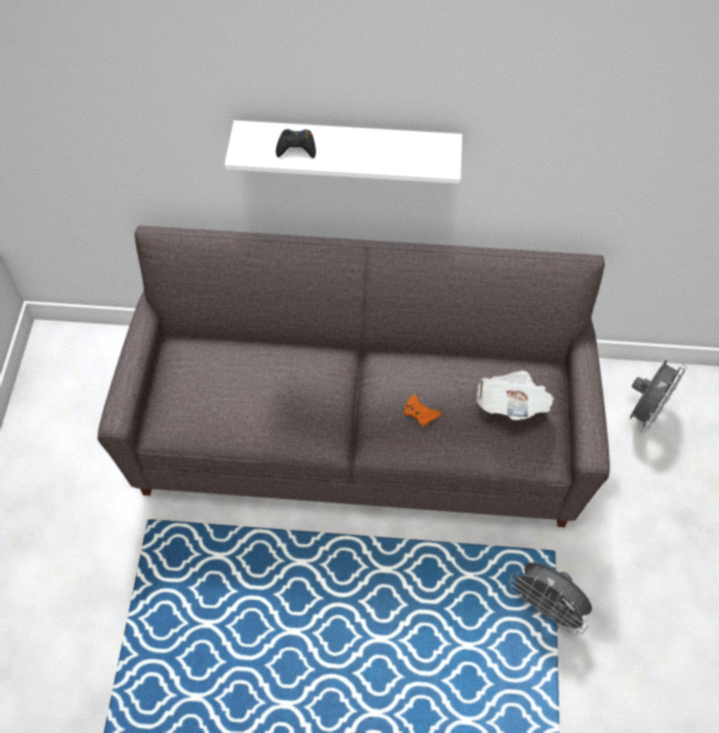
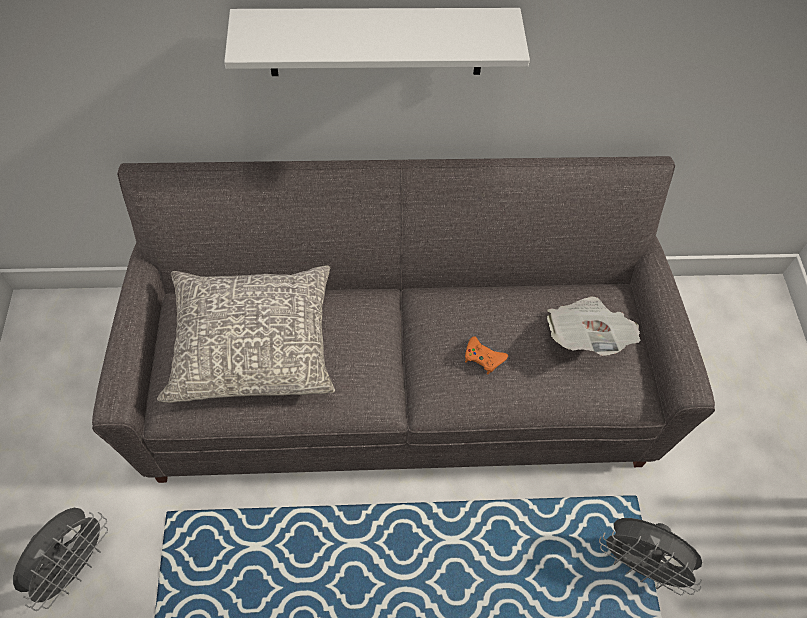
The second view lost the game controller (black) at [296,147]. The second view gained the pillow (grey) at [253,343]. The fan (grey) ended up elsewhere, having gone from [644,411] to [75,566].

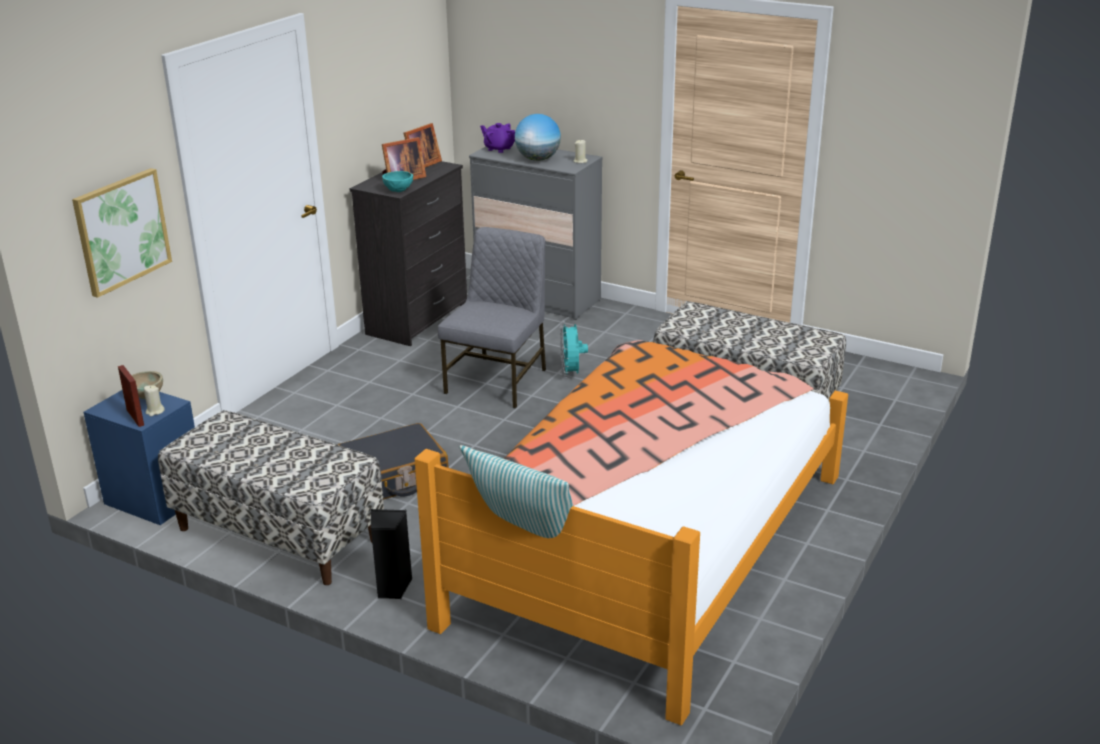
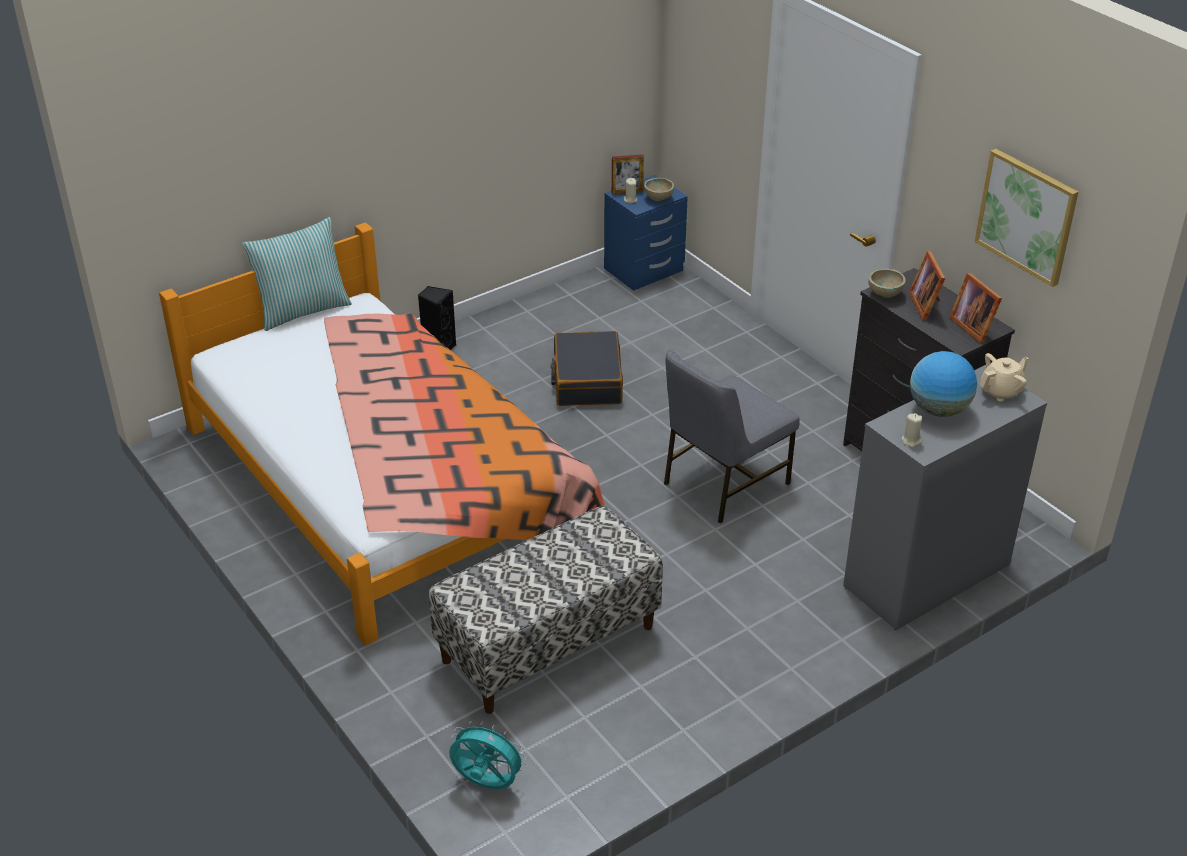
The second view lost the bench at [277,535]. The picture ended up elsewhere, having gone from [121,231] to [1027,216]. The fan (turquoise) ended up elsewhere, having gone from [571,374] to [486,784]. What was the bowl (turquoise) at [398,191] turned into the bowl (beige) at [884,294]. What was the teapot (purple) at [499,149] turned into the teapot (beige) at [1001,391]. The chair (grey) at [498,381] ended up facing another way, 90 degrees clockwise from before.

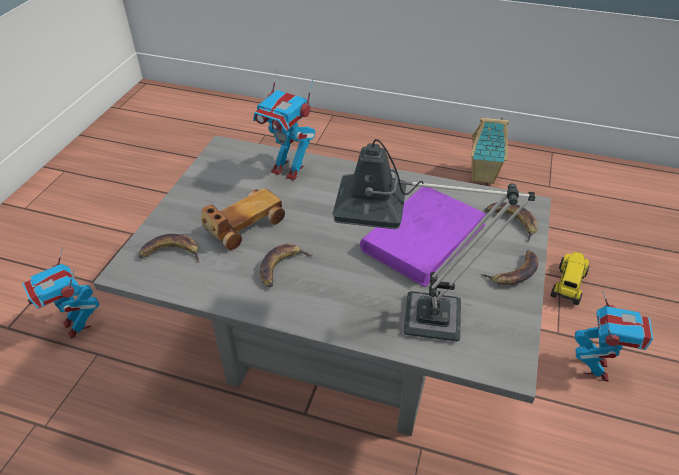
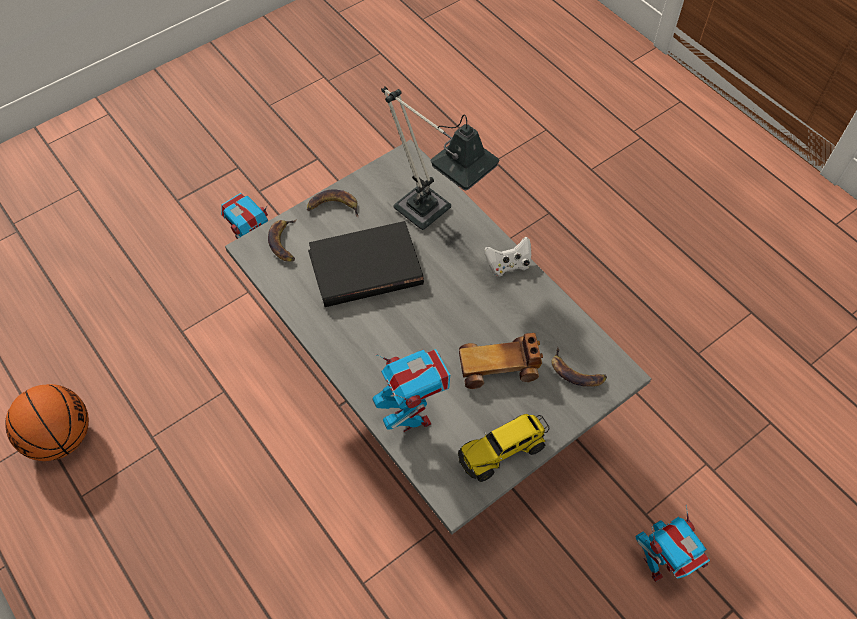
The second view lost the banana at [281,267]. The second view lost the toy house at [483,176]. The second view gained the basketball at [61,437]. The second view gained the game controller (white) at [508,265]. The toy truck ended up elsewhere, having gone from [568,285] to [503,450]. What was the book (purple) at [423,238] turned into the book (black) at [365,268]. The toy robot at [77,326] ended up facing another way, 60 degrees clockwise from before.

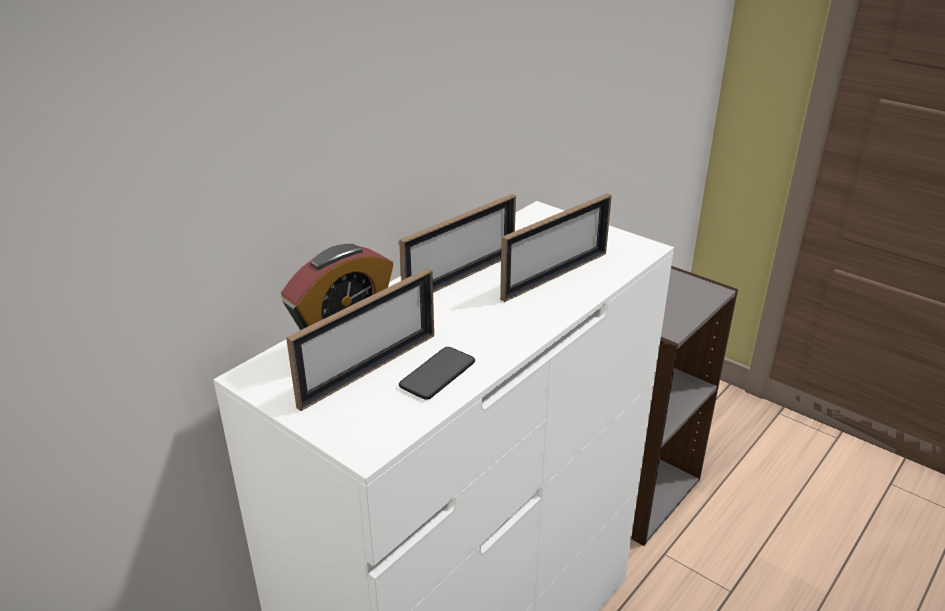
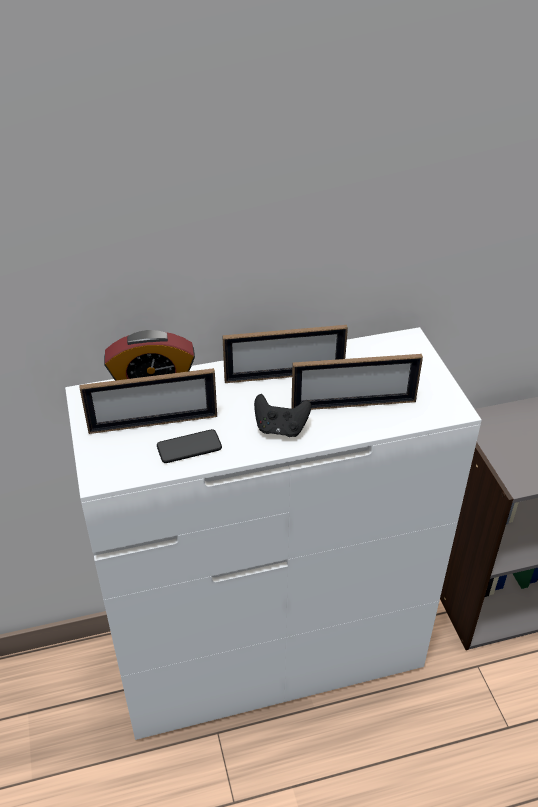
The second view gained the game controller (black) at [280,429].

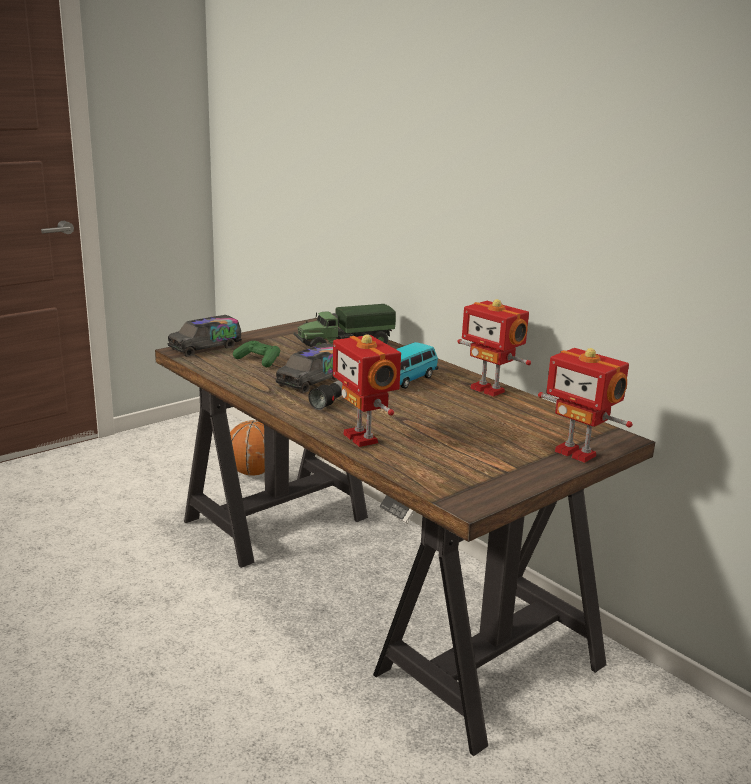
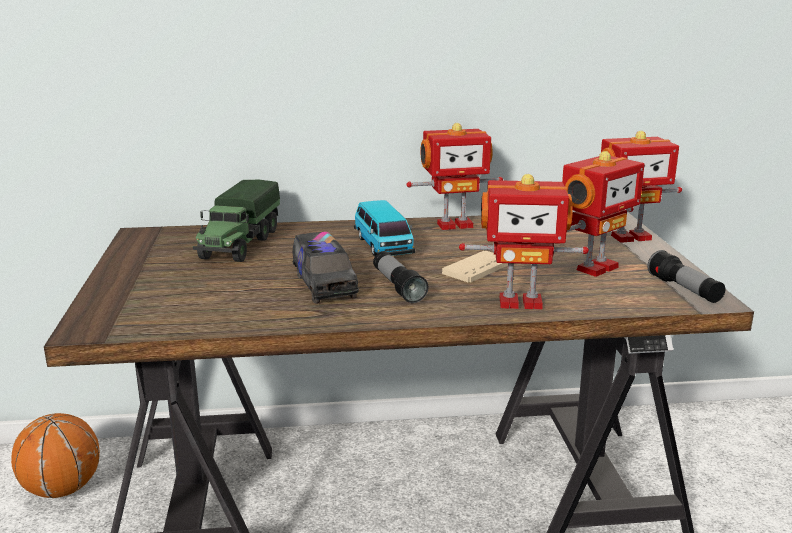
The second view lost the toy truck at [205,347]. The second view lost the game controller (green) at [258,360]. The second view gained the game controller (beige) at [477,268]. The second view gained the toy robot at [594,268]. The second view gained the flashlight at [684,290].

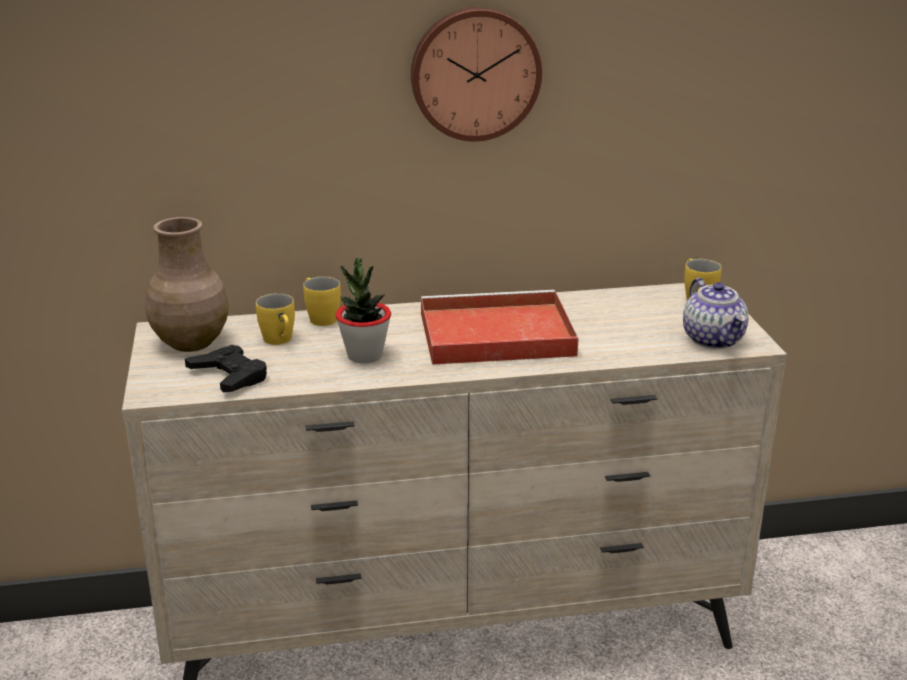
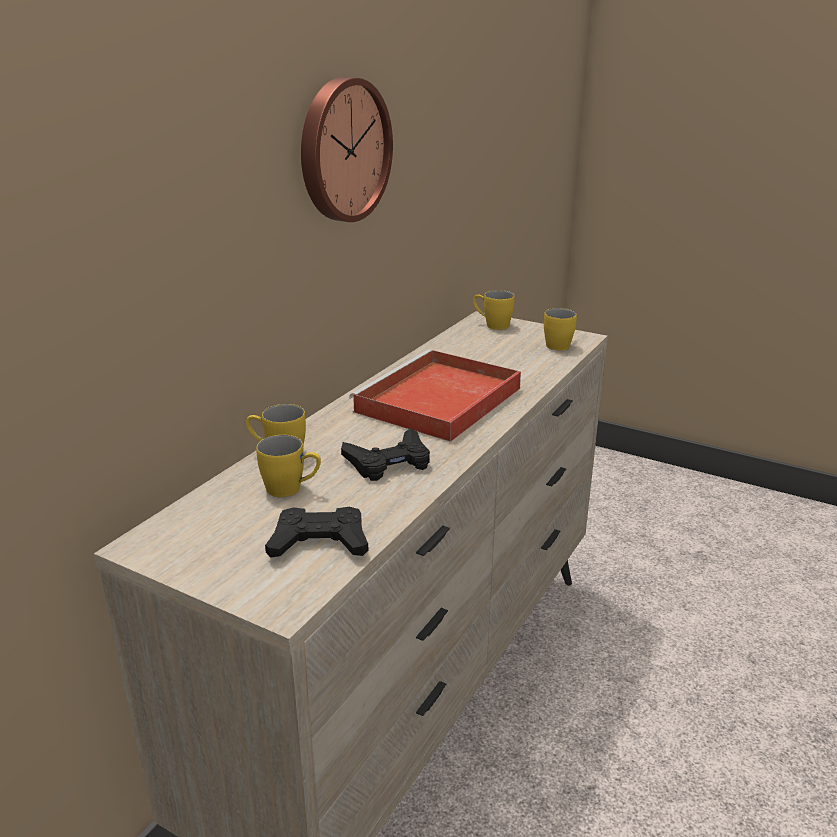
The second view lost the vase (brown) at [190,343]. Where the potted plant stood at [364,356], the game controller (black) came to stand at [389,462]. Where the teapot stood at [714,339], the mug (yellow) came to stand at [559,344].

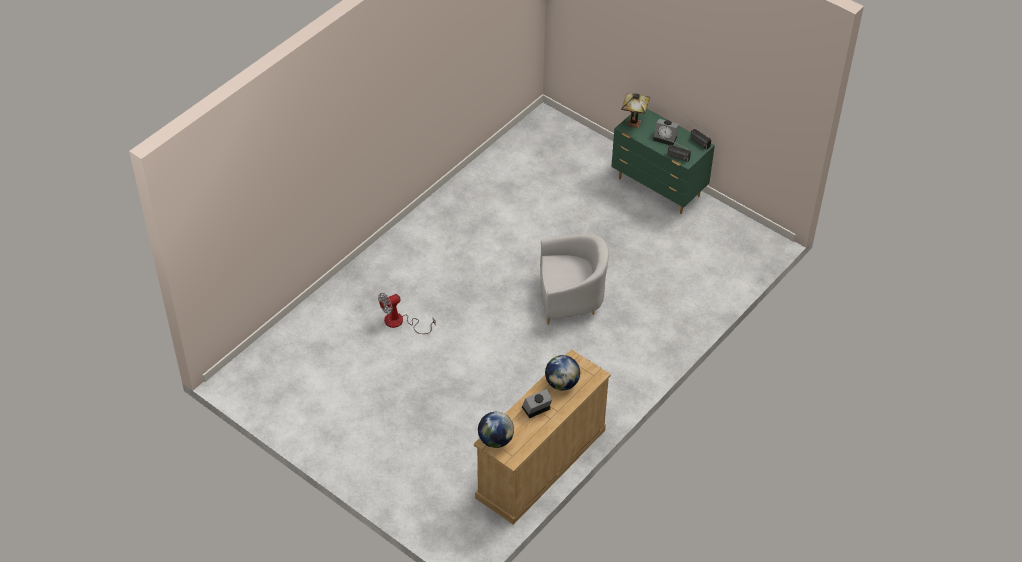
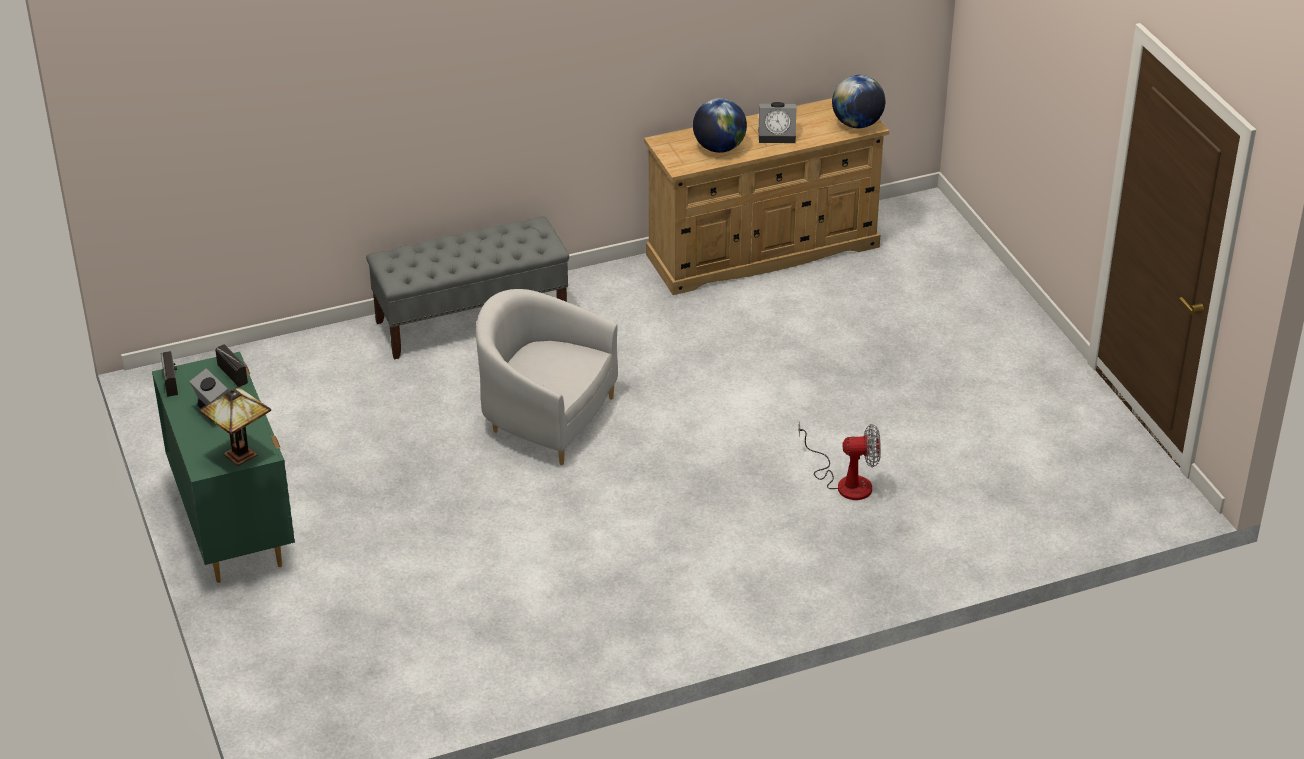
The second view gained the bench (grey) at [472,320].

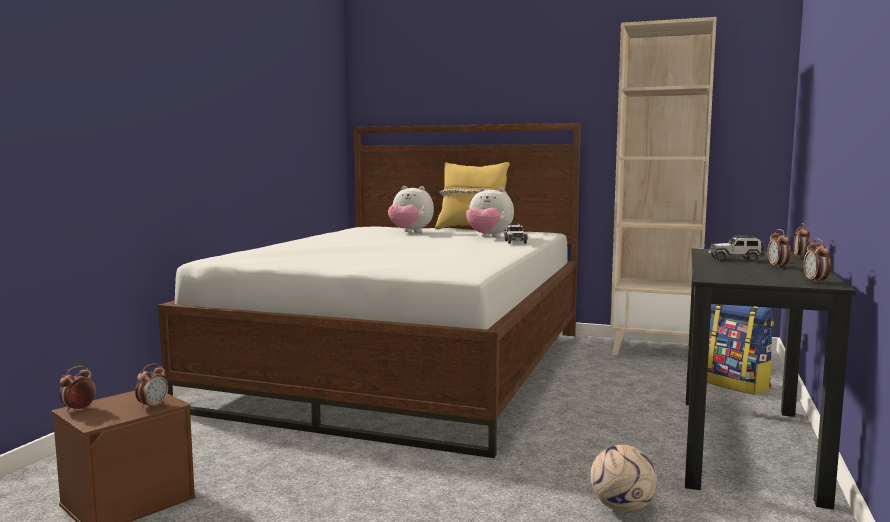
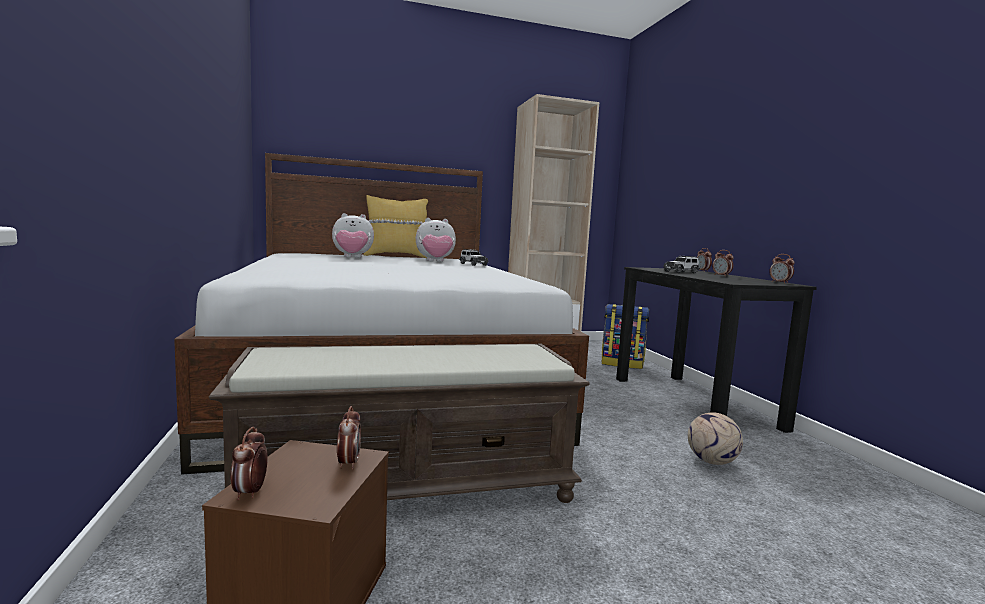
The second view gained the bench (brown) at [409,489].

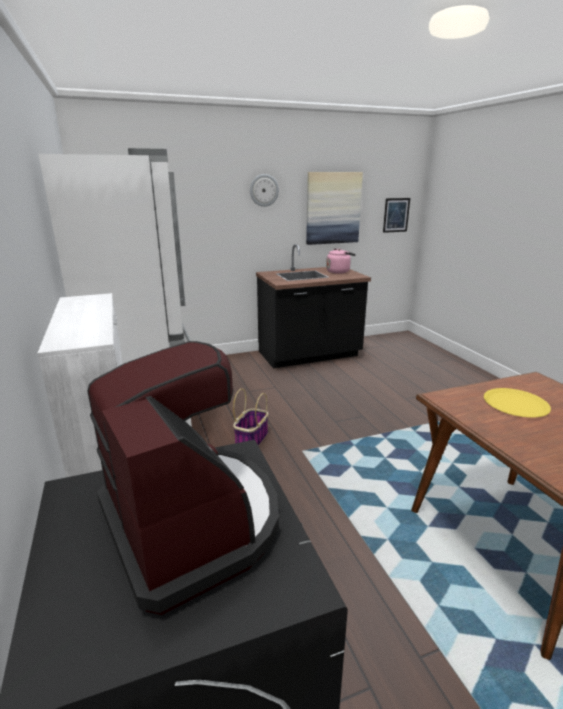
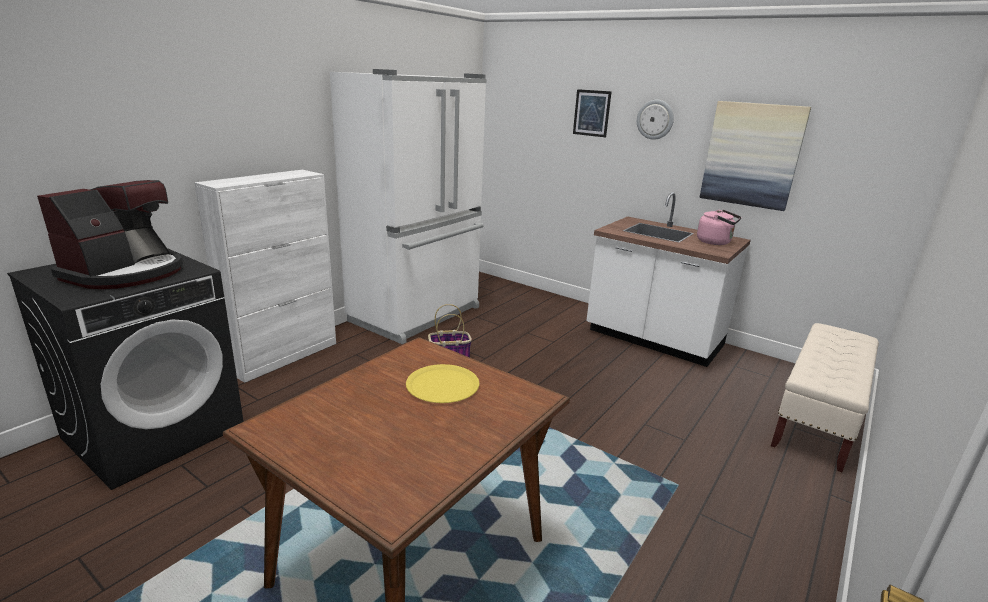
The second view gained the bench (beige) at [817,420]. The picture ended up elsewhere, having gone from [396,215] to [591,113]. What was the counter (black) at [309,355] turned into the counter (white) at [653,339].

